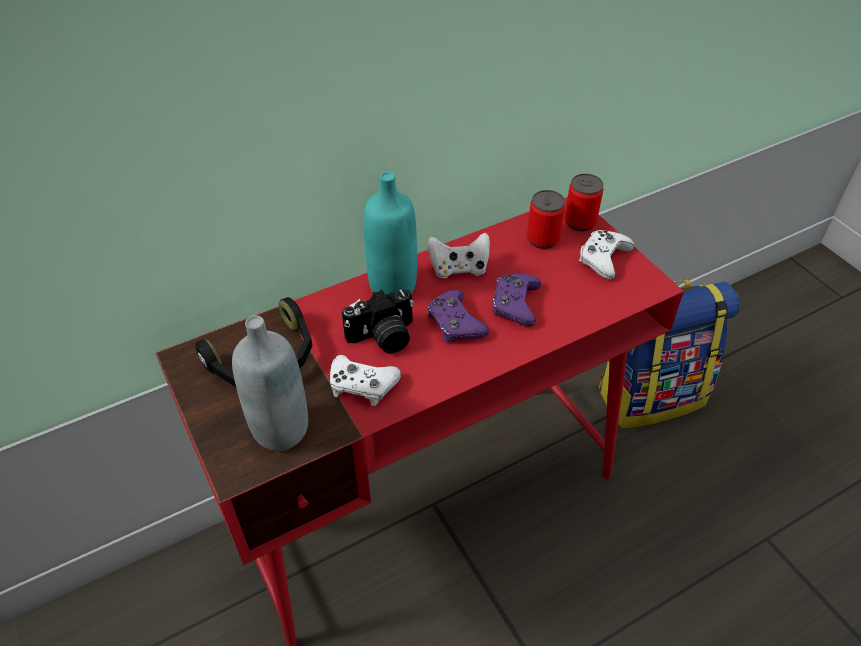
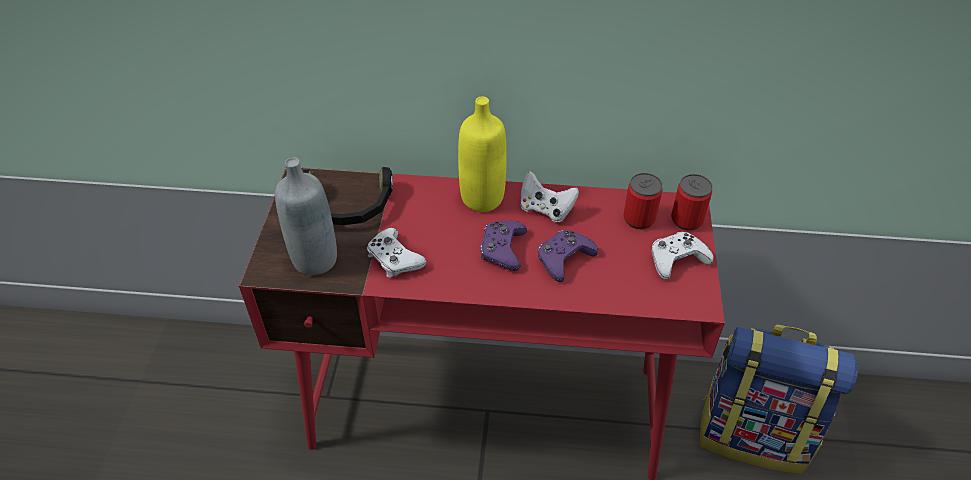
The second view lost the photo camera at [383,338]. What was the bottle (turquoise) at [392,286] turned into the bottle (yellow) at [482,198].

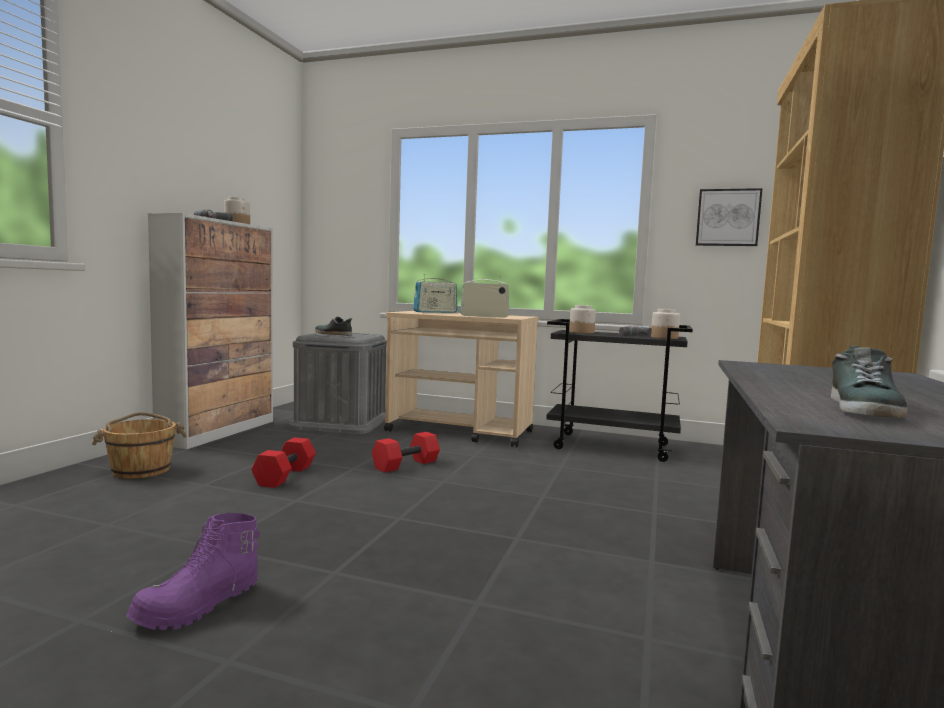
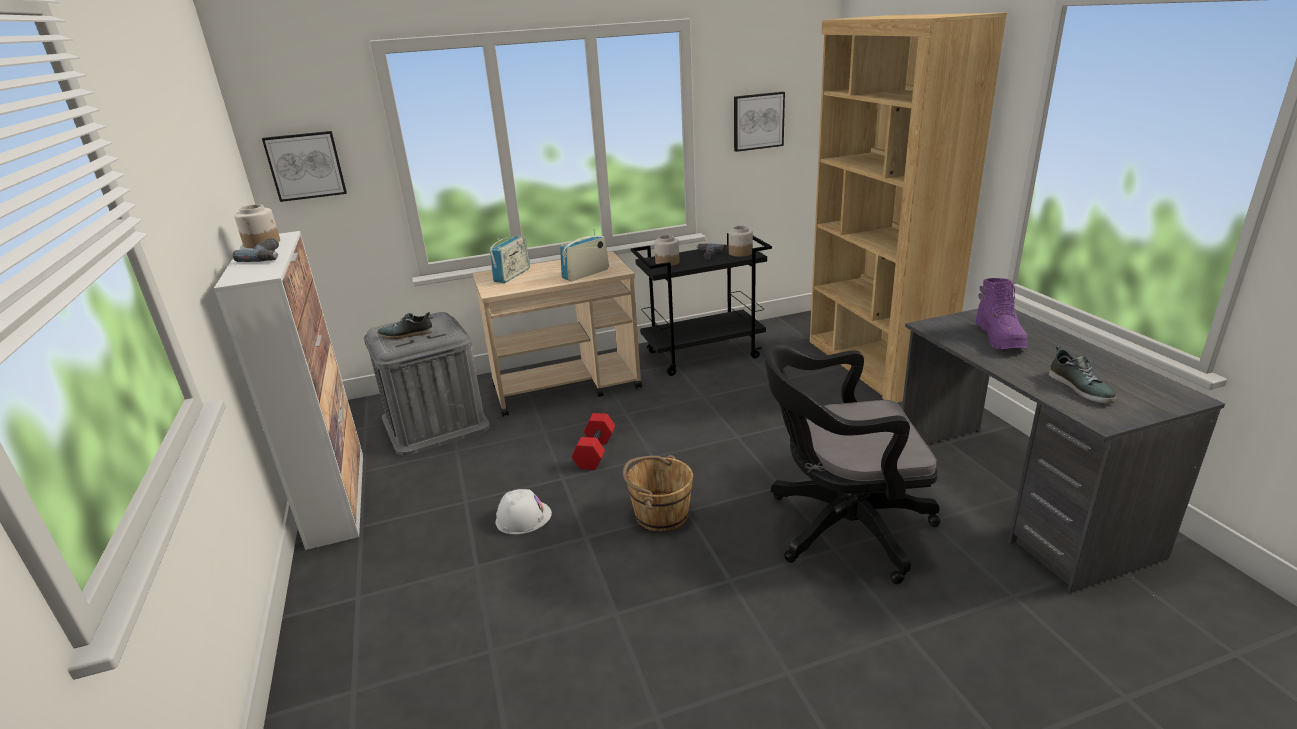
The second view gained the picture at [306,166]. The second view gained the office chair (black) at [840,528]. The bucket (brown) ended up elsewhere, having gone from [141,470] to [660,514]. The boot (purple) ended up elsewhere, having gone from [199,607] to [1000,338]. Where the dumbbell (red) stood at [284,475], the hard hat (white) came to stand at [523,517].

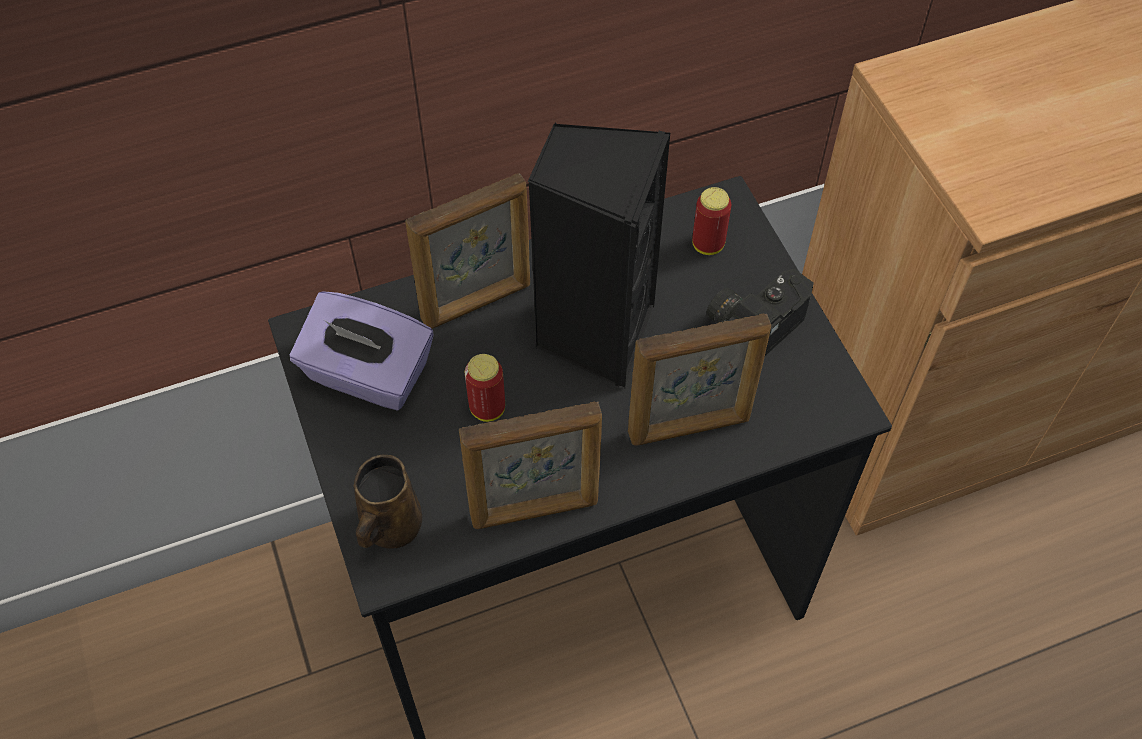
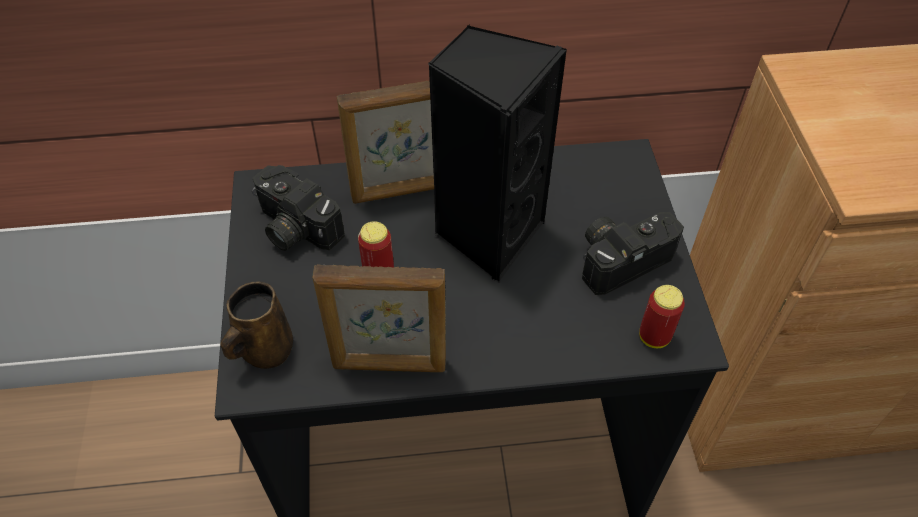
The second view lost the picture frame at [690,427]. The can ended up elsewhere, having gone from [708,244] to [654,336]. Where the tissue box (purple) stood at [368,375], the photo camera came to stand at [293,228].

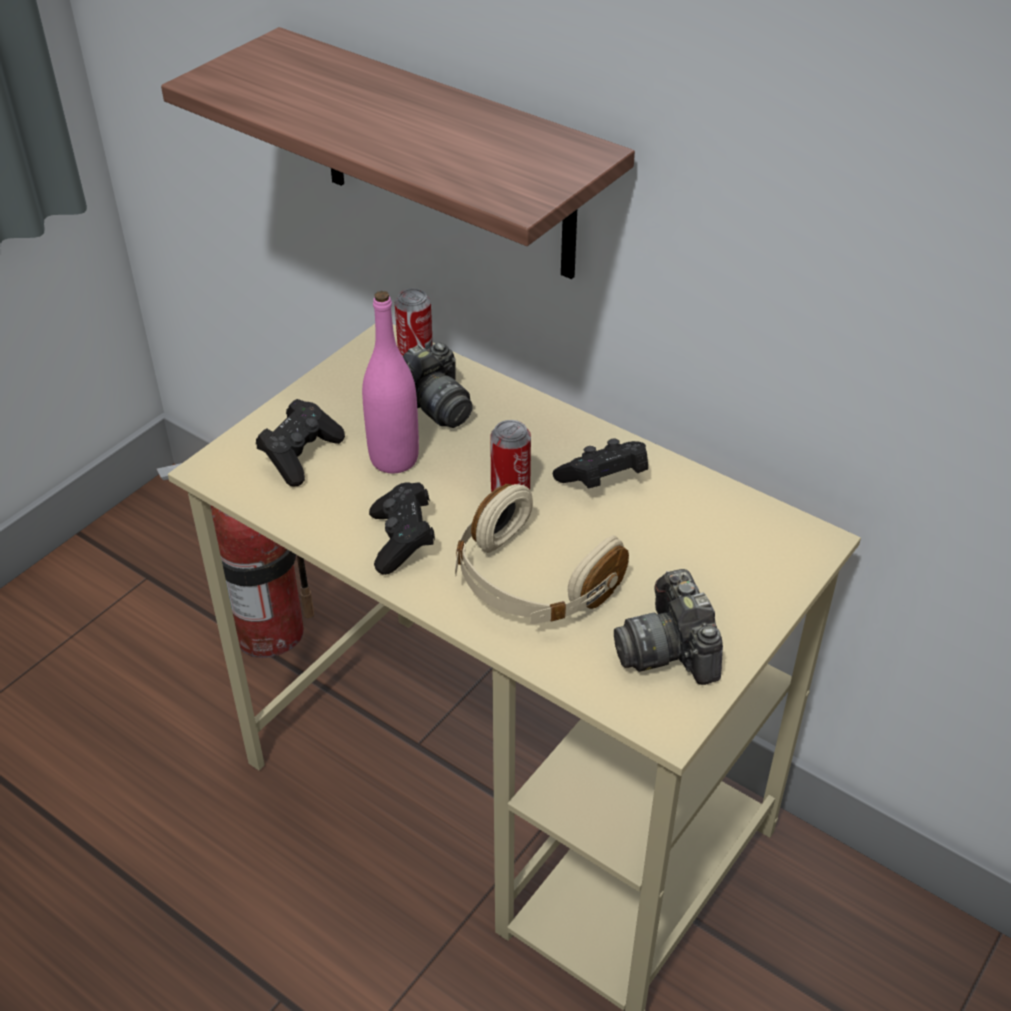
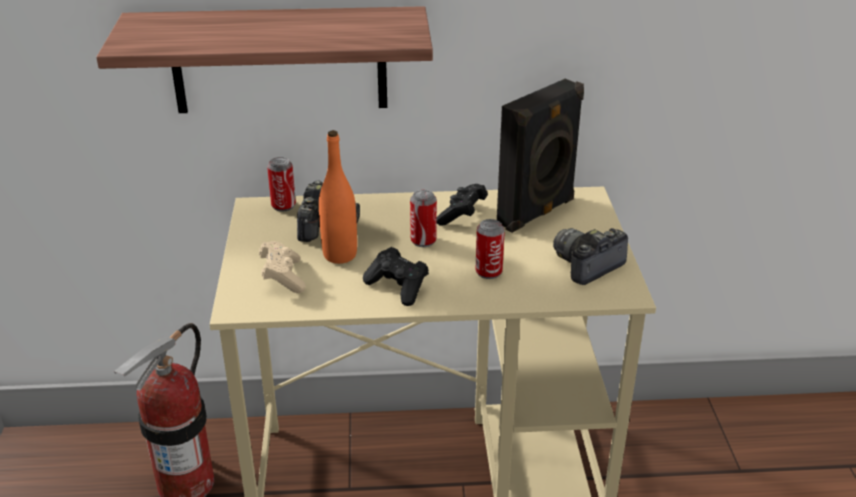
The second view gained the speaker (black) at [537,213]. Where the headphones (beige) stood at [531,582], the can came to stand at [488,272]. What was the game controller (black) at [301,455] turned into the game controller (beige) at [283,277]. What was the bottle (pink) at [394,459] turned into the bottle (orange) at [340,255]. The photo camera at [669,649] ended up facing another way, 105 degrees clockwise from before.

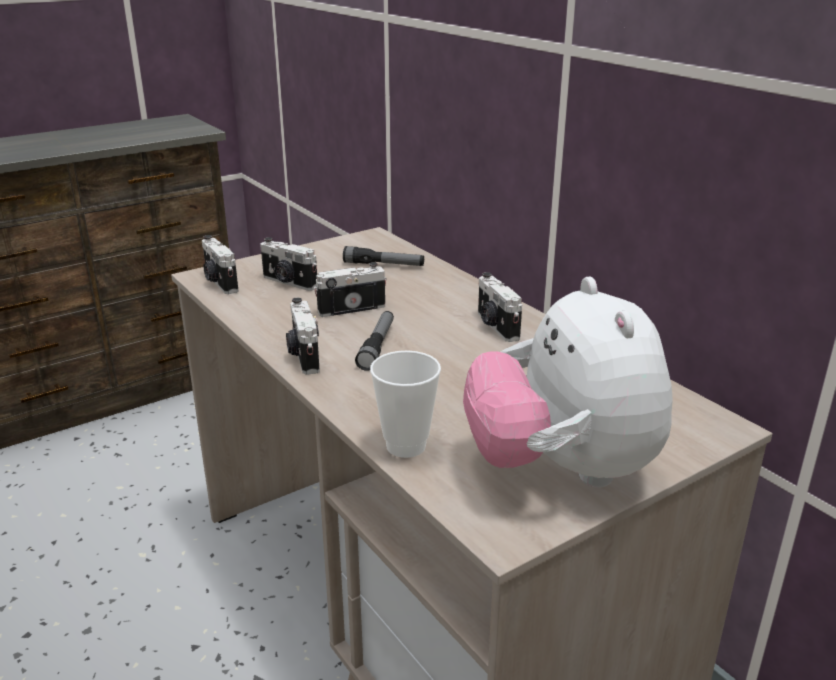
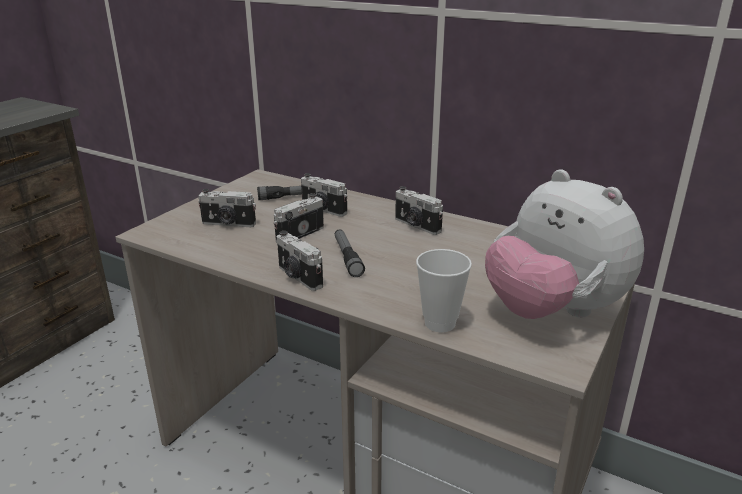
The photo camera ended up elsewhere, having gone from [219,282] to [323,210].

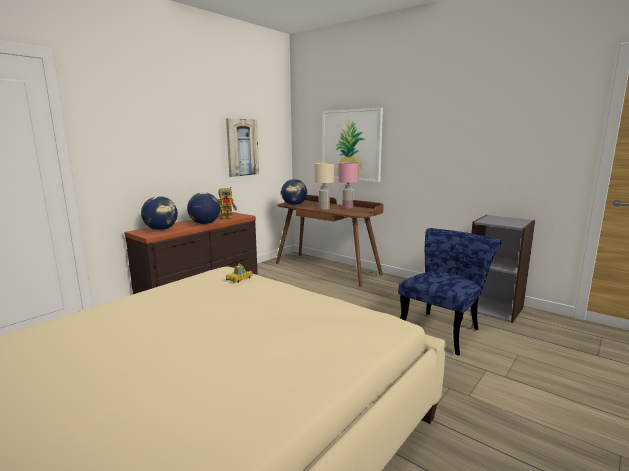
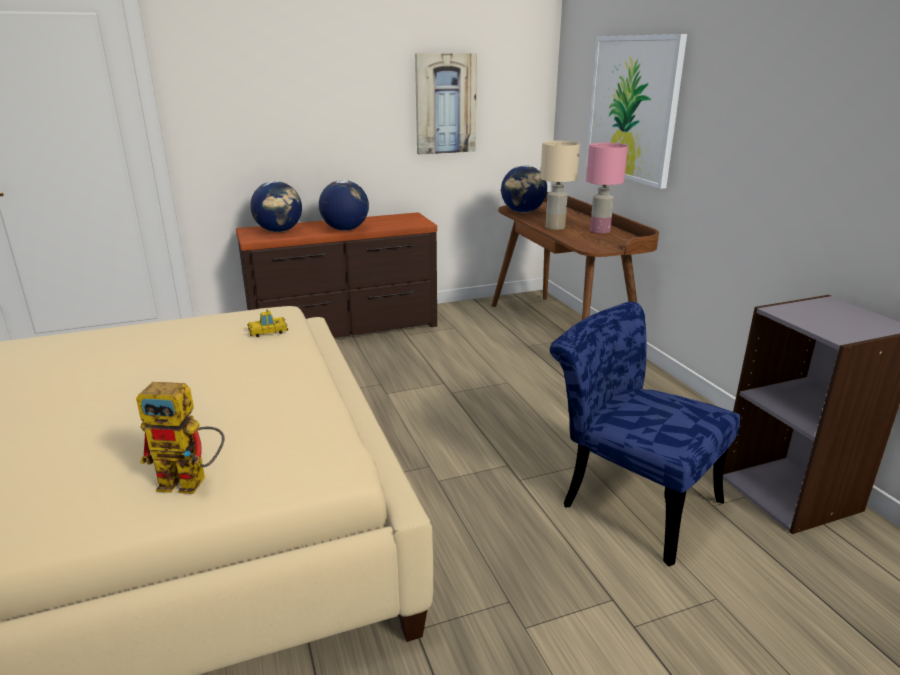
The toy robot ended up elsewhere, having gone from [229,218] to [193,481]. The chair (blue) at [443,329] ended up facing another way, 120 degrees counterclockwise from before.

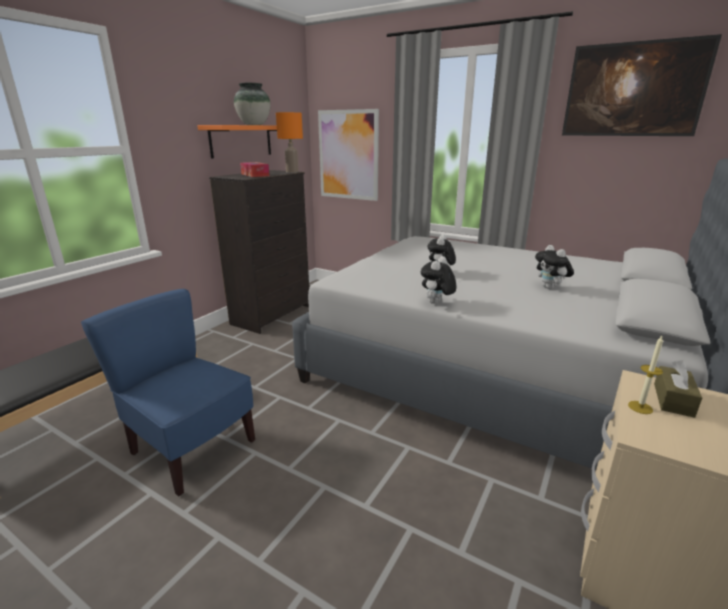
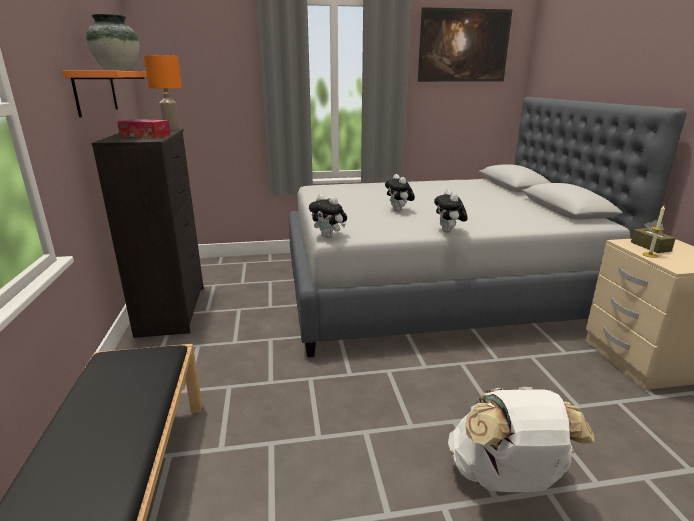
The second view lost the chair (blue) at [191,449]. The second view lost the picture at [348,155]. The second view gained the backpack (white) at [505,478]. The plush toy ended up elsewhere, having gone from [550,288] to [329,236].

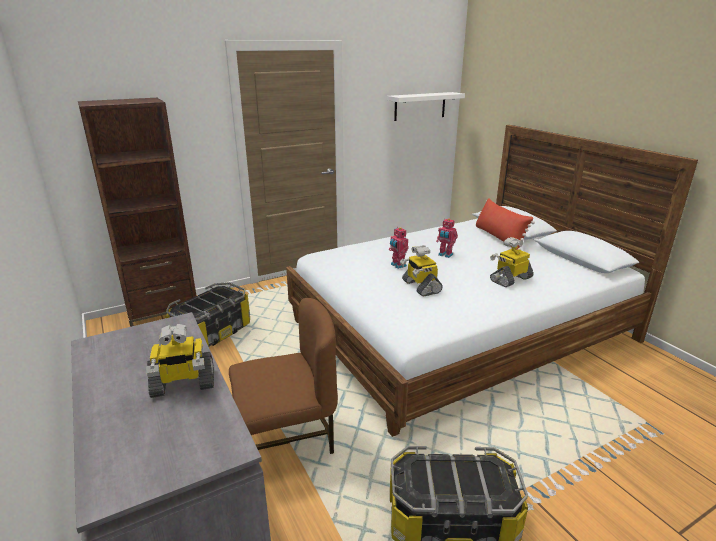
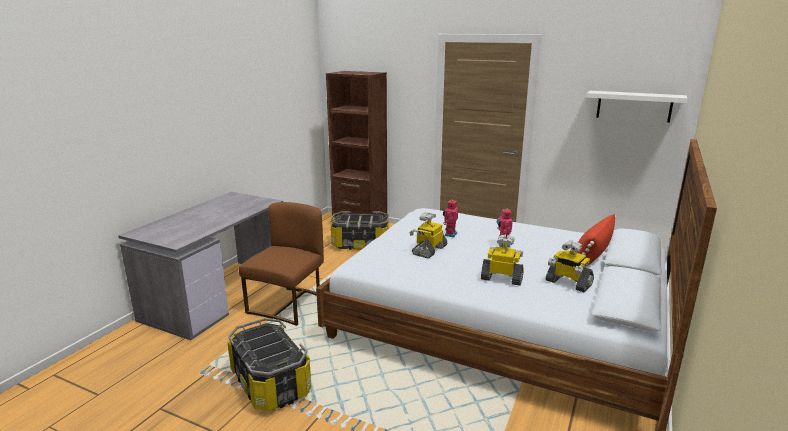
The toy robot ended up elsewhere, having gone from [183,384] to [568,283]. The chair (brown) at [286,442] ended up facing another way, 105 degrees counterclockwise from before.

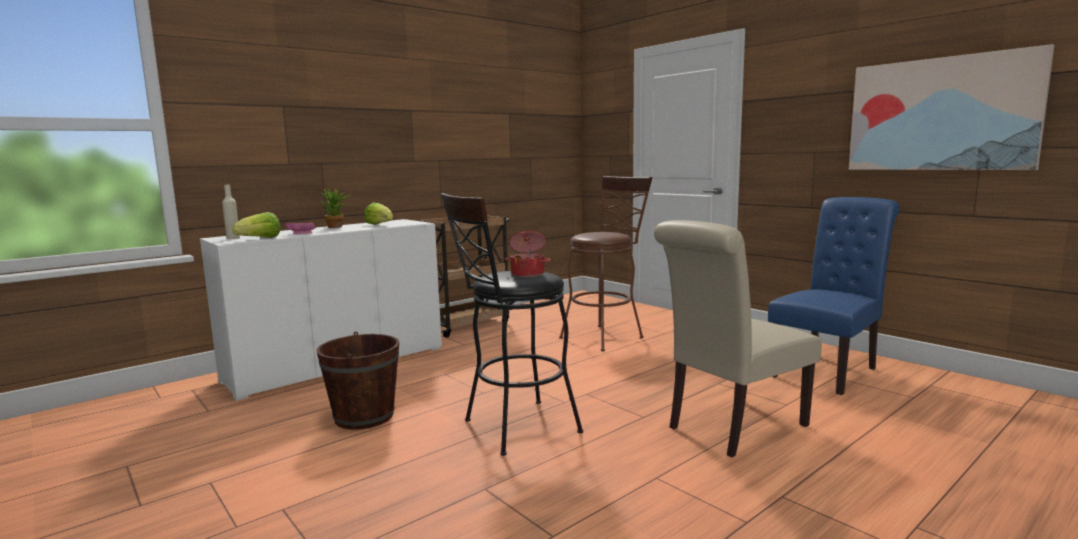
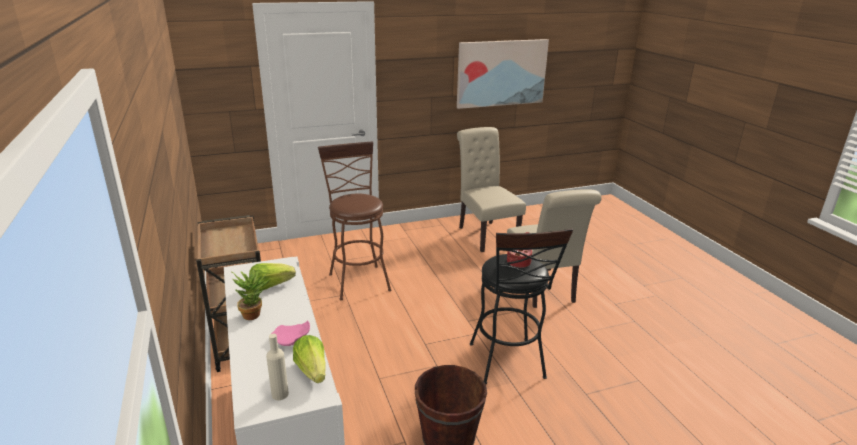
What was the chair (blue) at [828,370] turned into the chair (beige) at [485,234].

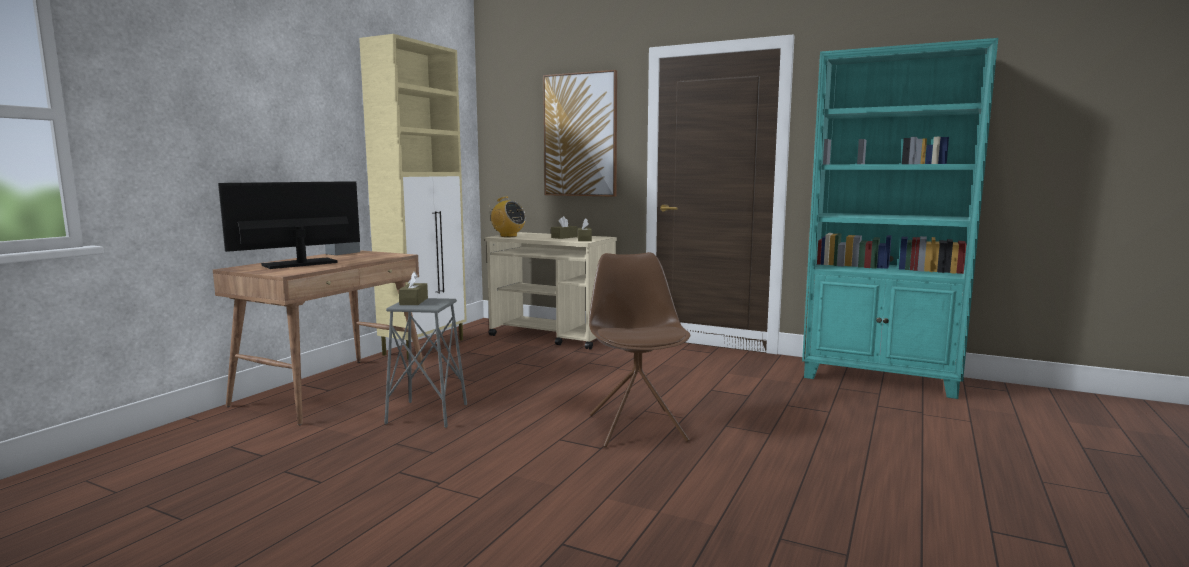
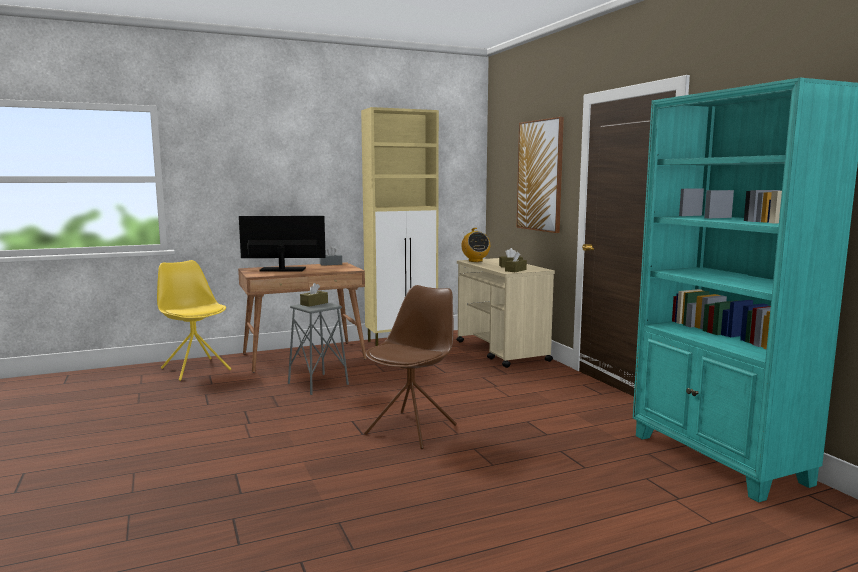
The second view gained the chair (yellow) at [195,369].

